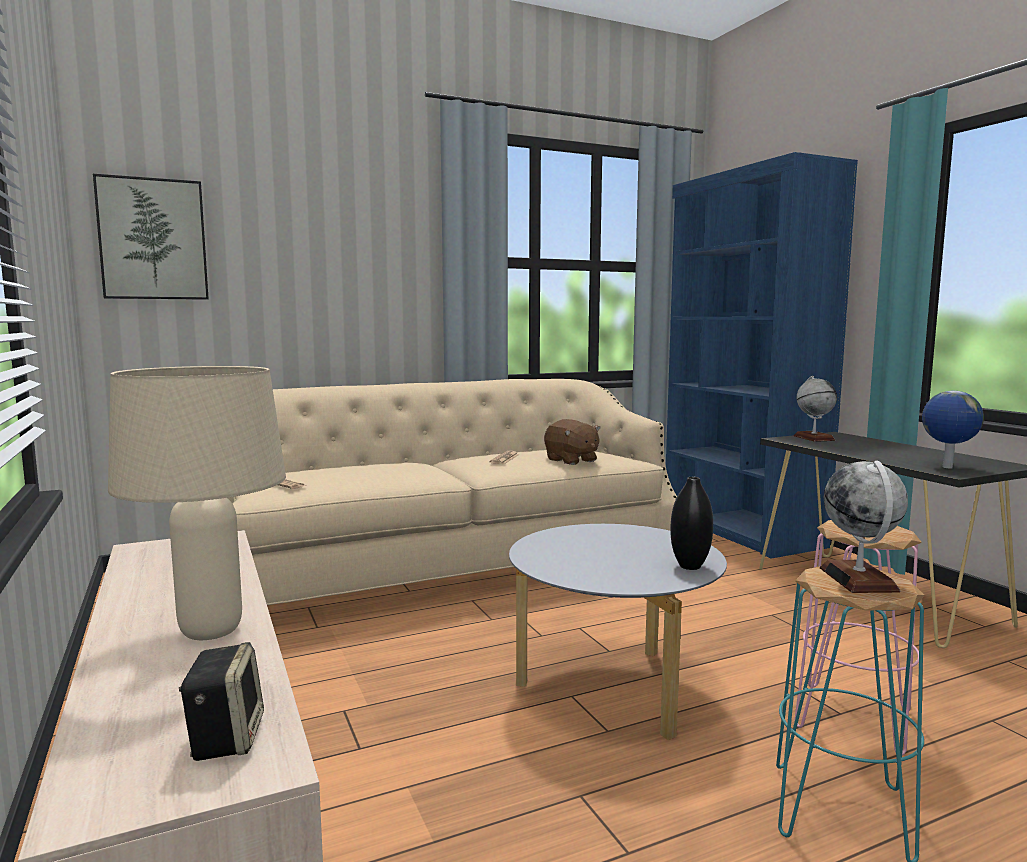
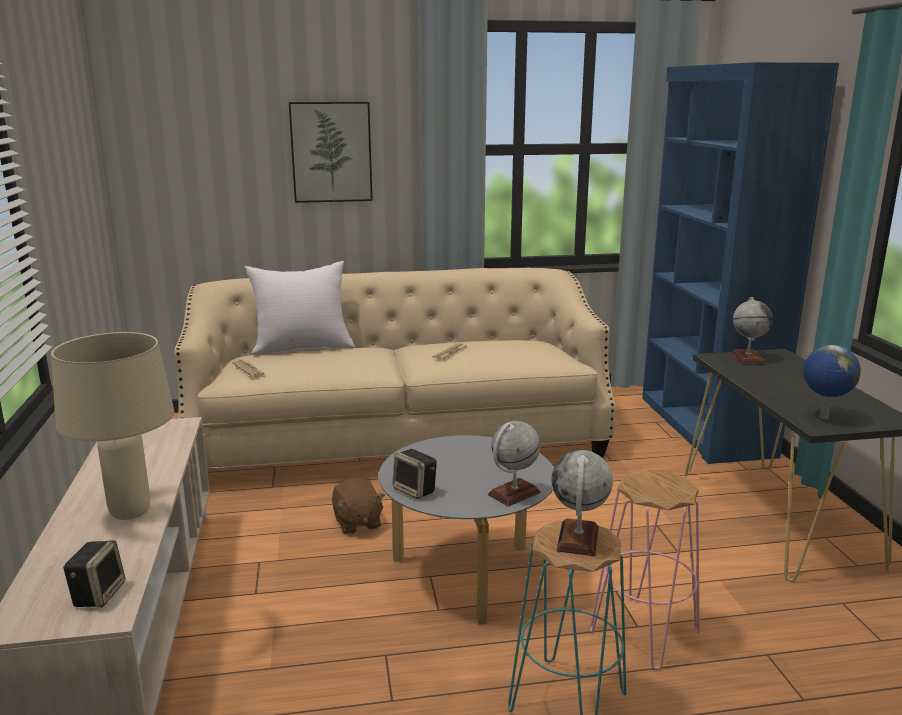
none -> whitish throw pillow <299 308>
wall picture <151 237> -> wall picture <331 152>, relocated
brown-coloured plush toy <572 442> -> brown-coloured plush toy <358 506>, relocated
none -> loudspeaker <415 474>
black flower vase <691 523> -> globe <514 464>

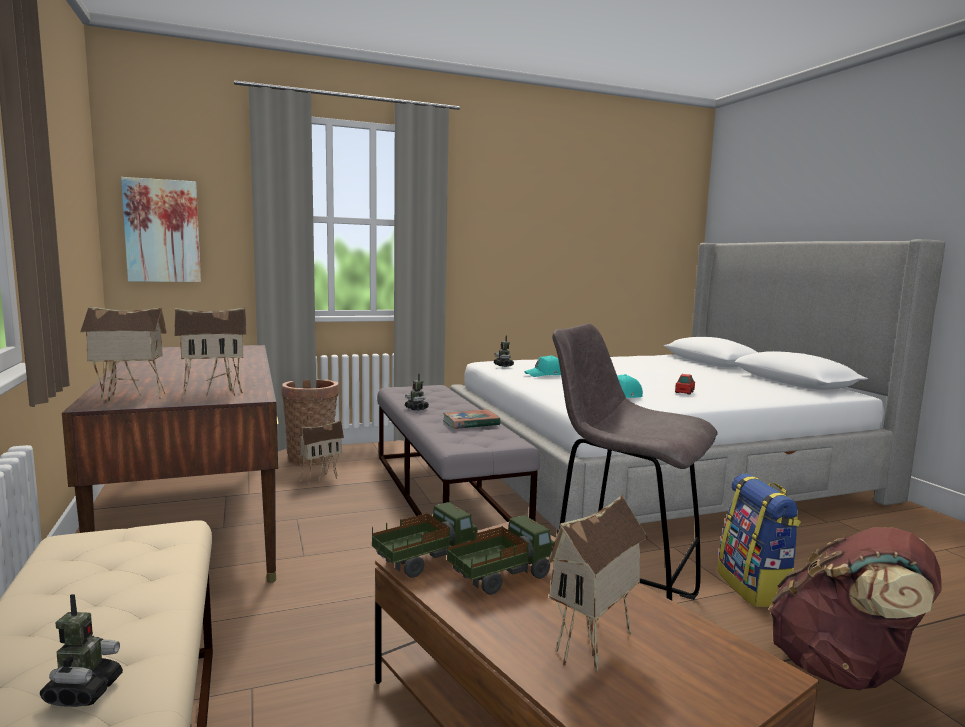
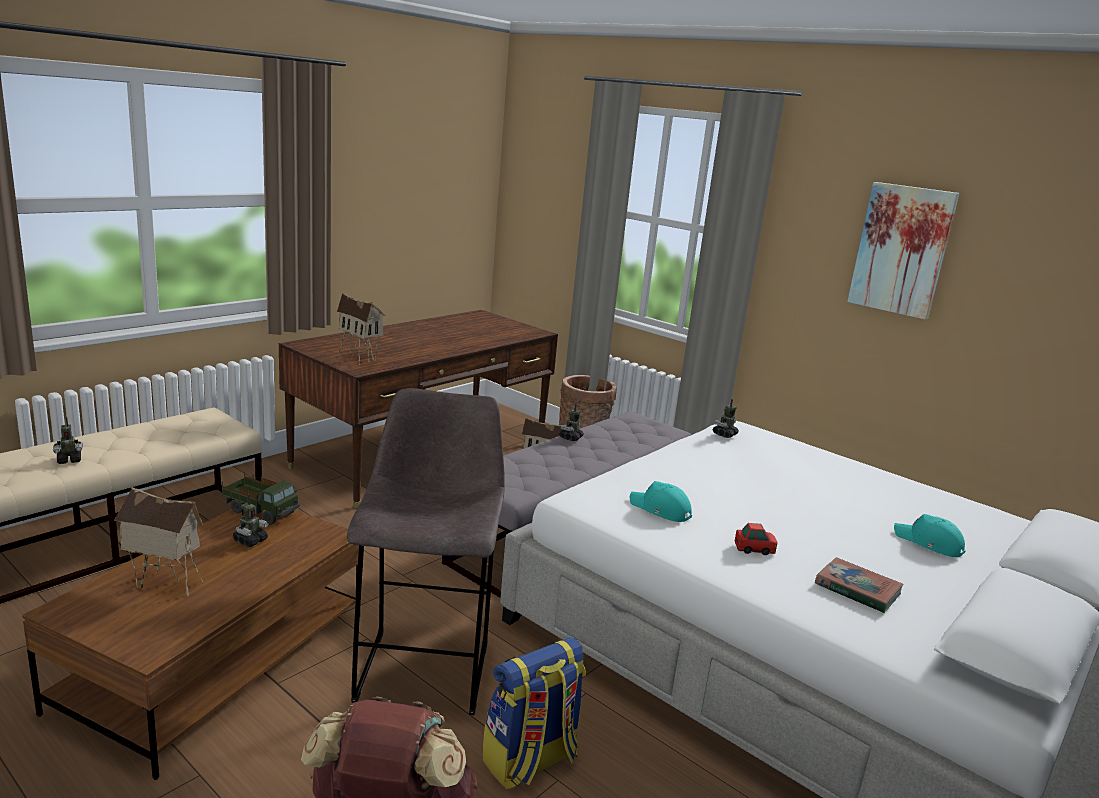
model truck <501 555> -> toy robot <250 521>
bound book <472 419> -> bound book <859 585>, relocated
wall picture <161 229> -> wall picture <903 251>, relocated
turquoise-coloured peaked cap <542 366> -> turquoise-coloured peaked cap <930 535>, relocated
miniature house <123 354> -> none

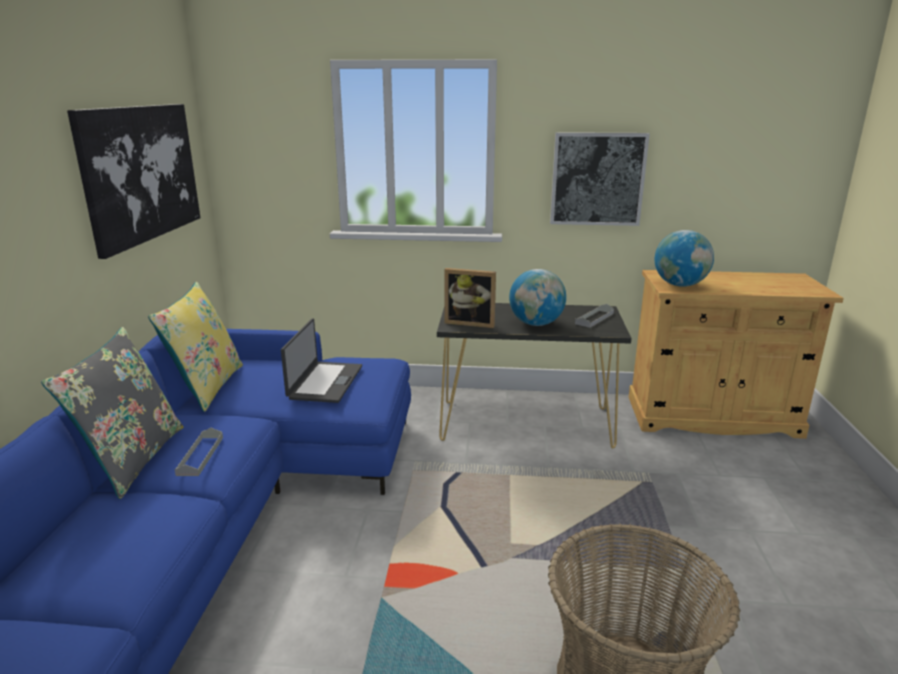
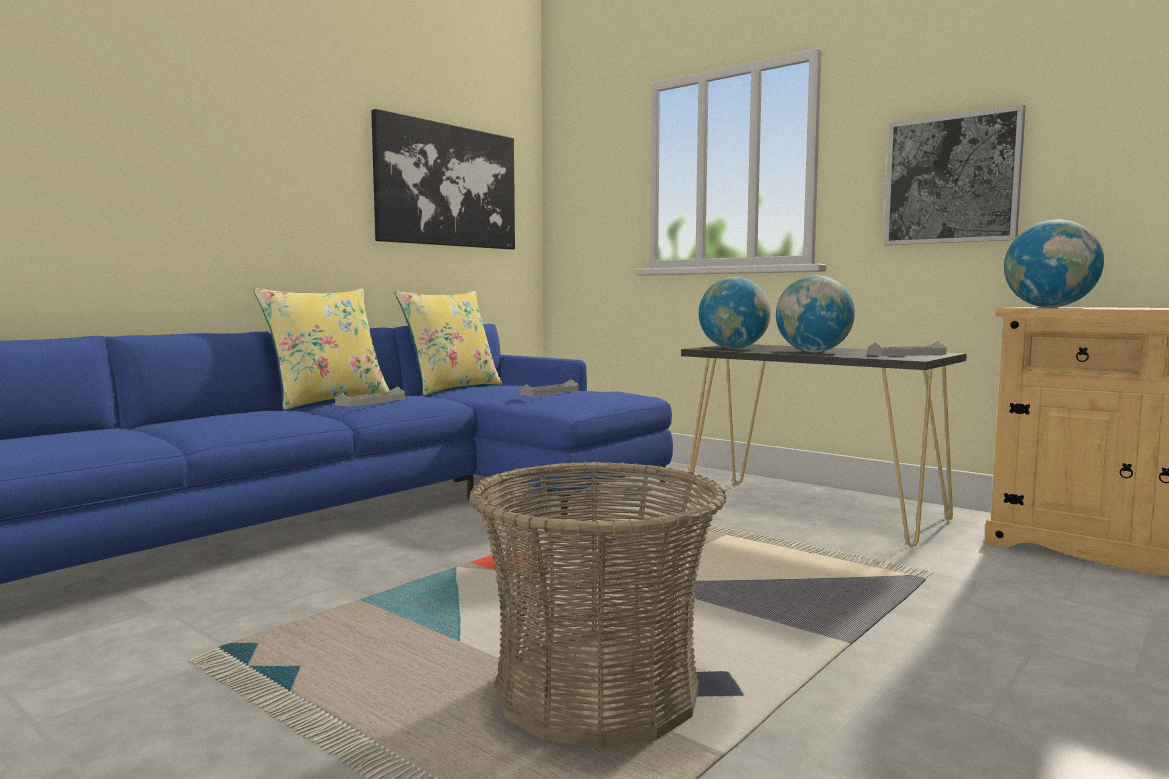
gray throw pillow <112 413> -> yellowish throw pillow <321 349>
portable computer <321 360> -> gray tray <548 387>
picture frame <470 298> -> globe <735 313>

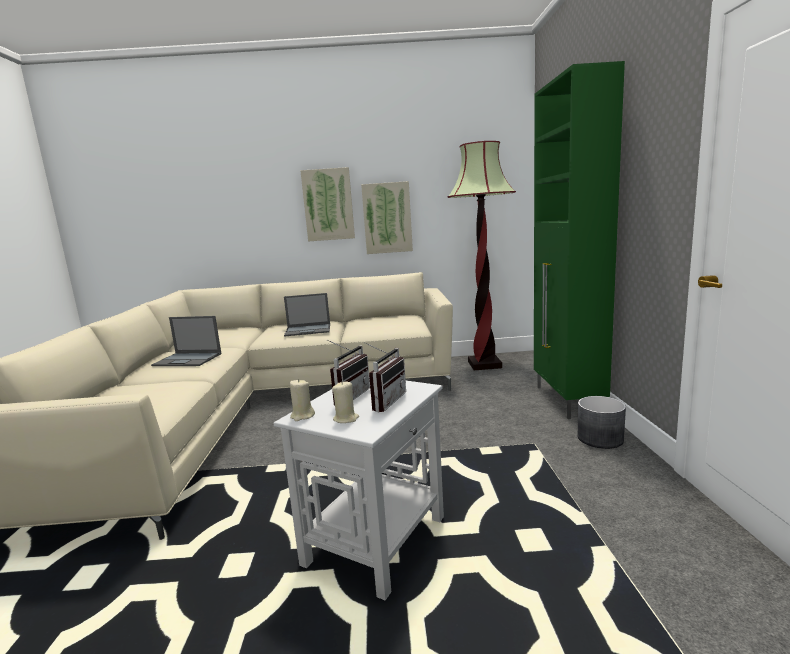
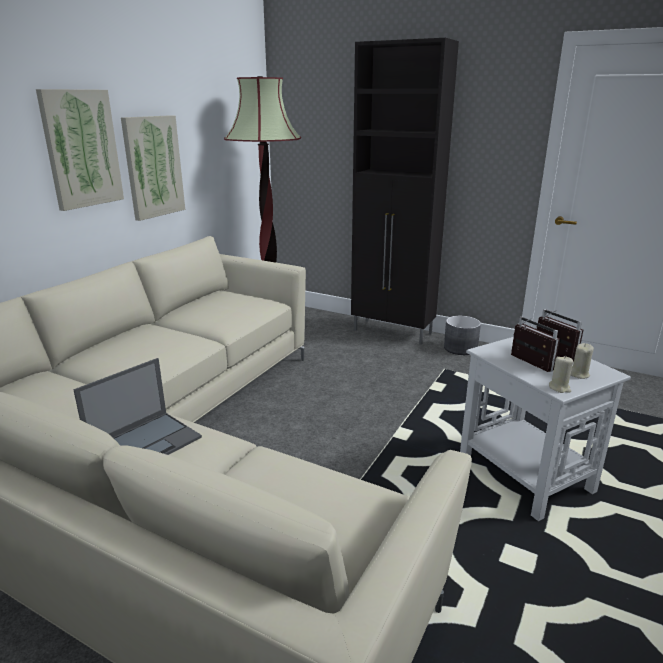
greenish storage cabinet <579 240> -> black storage cabinet <405 191>
portable computer <307 315> -> none

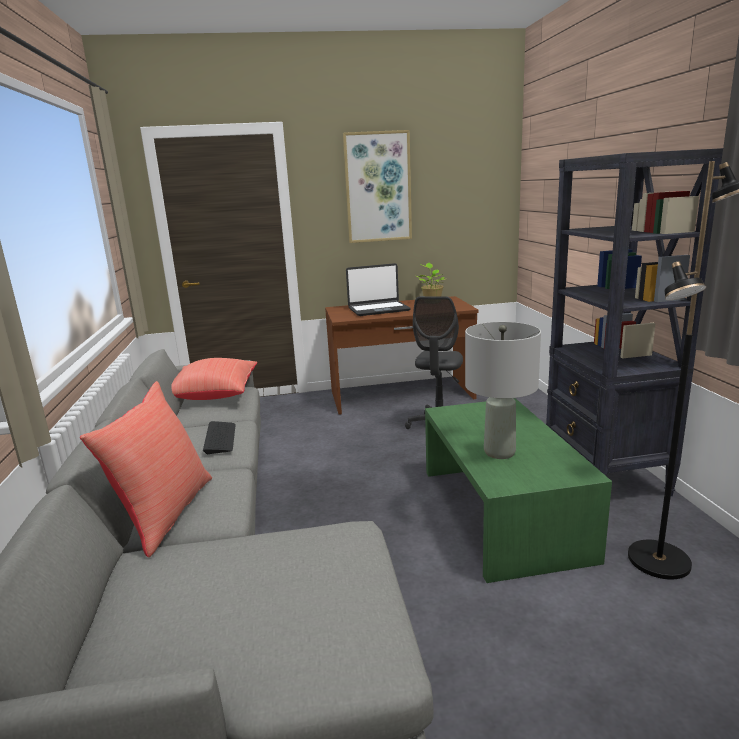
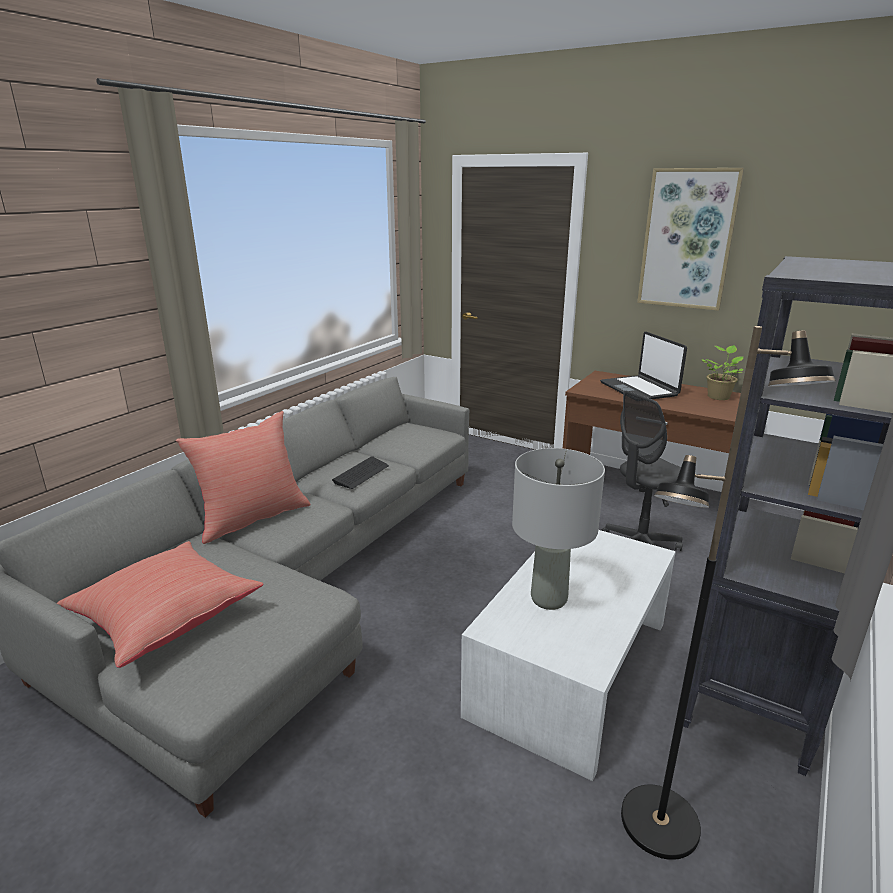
reddish throw pillow <214 379> -> reddish throw pillow <160 604>, relocated
greenish coffee table <518 490> -> whitish coffee table <568 655>
portable computer <378 289> -> portable computer <643 365>, 45 degrees clockwise

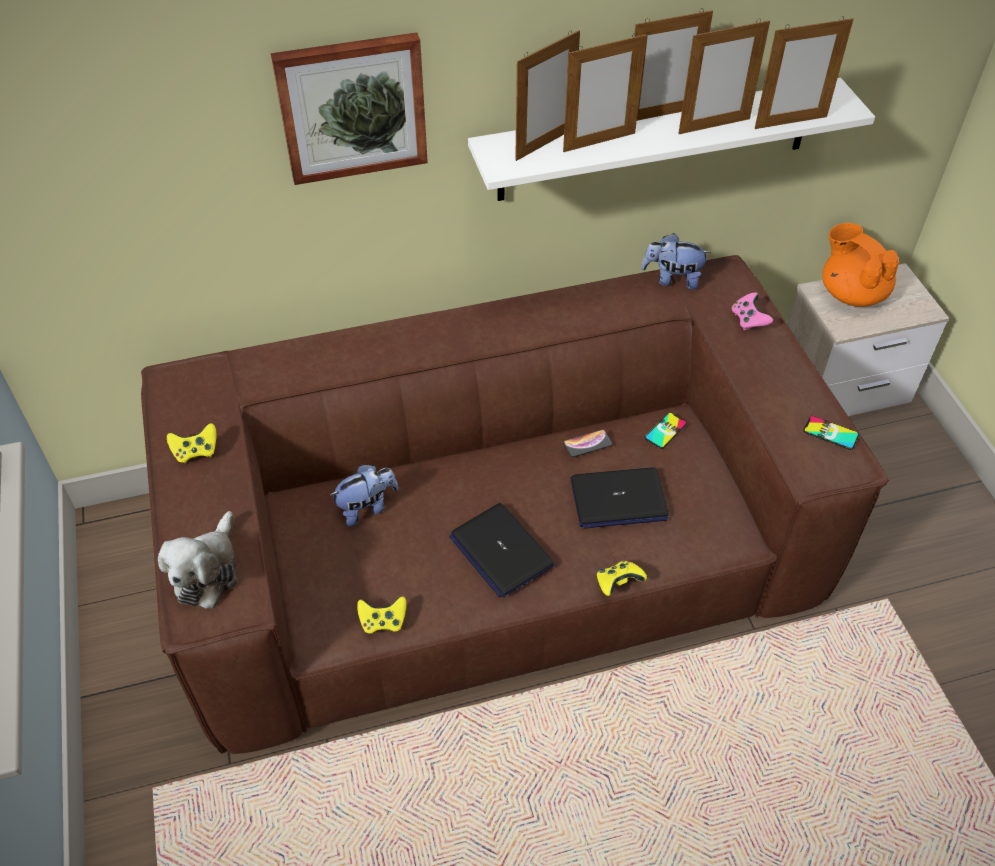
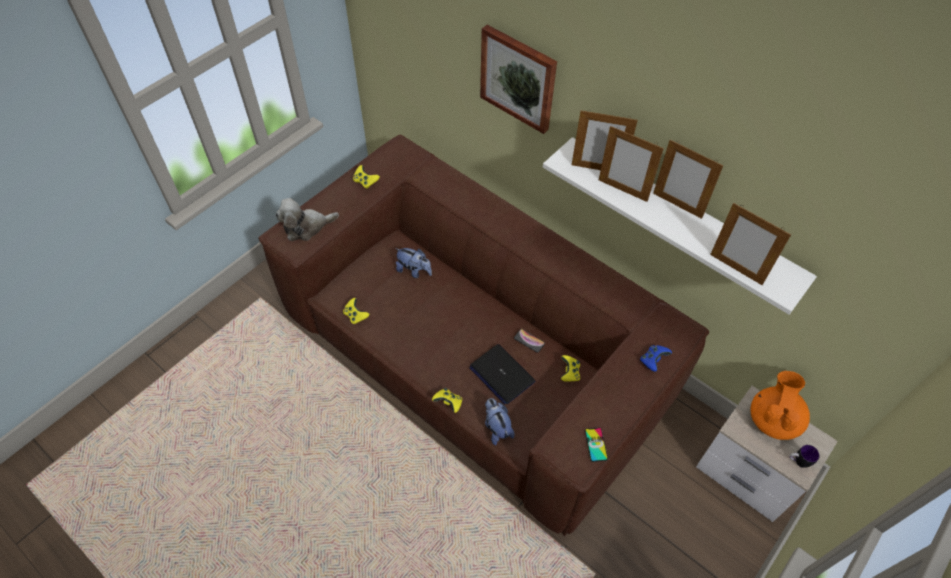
plush toy <676 261> -> plush toy <500 422>, relocated
phone <665 430> -> yellowish joypad <570 368>
pink joypad <752 311> -> blue joypad <656 358>
none -> coffee mug <804 456>
portable computer <501 550> -> none
picture frame <724 76> -> none

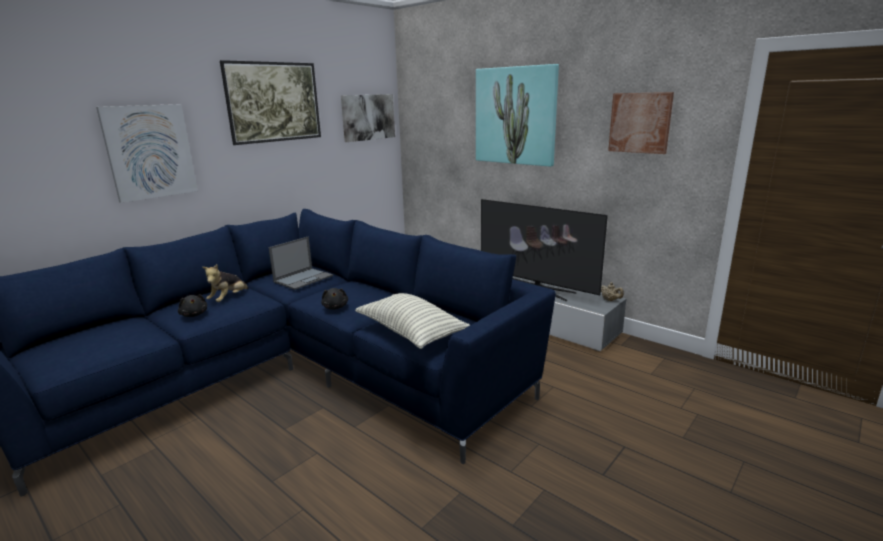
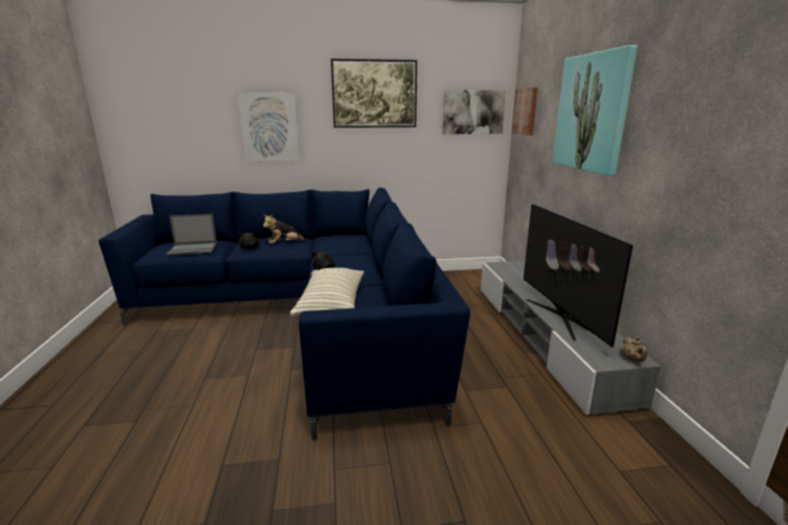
portable computer <300 263> -> portable computer <191 234>, relocated
wall picture <641 123> -> wall picture <525 111>, relocated

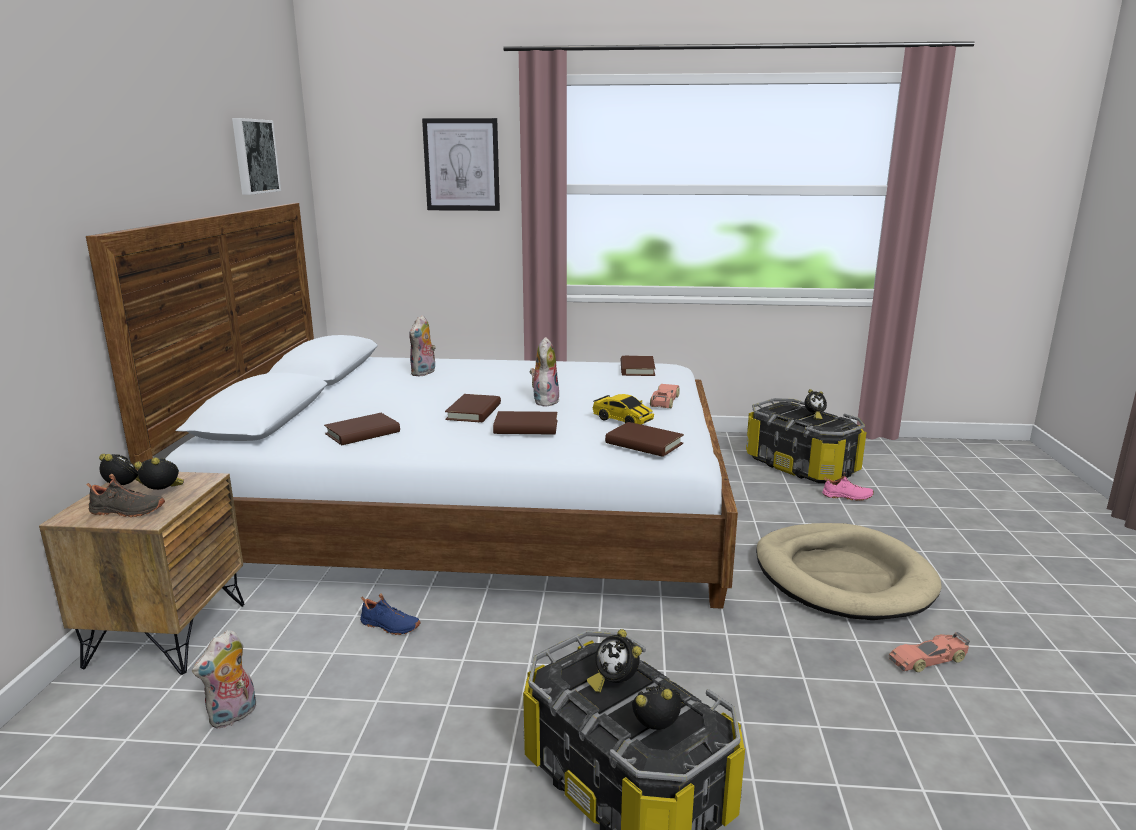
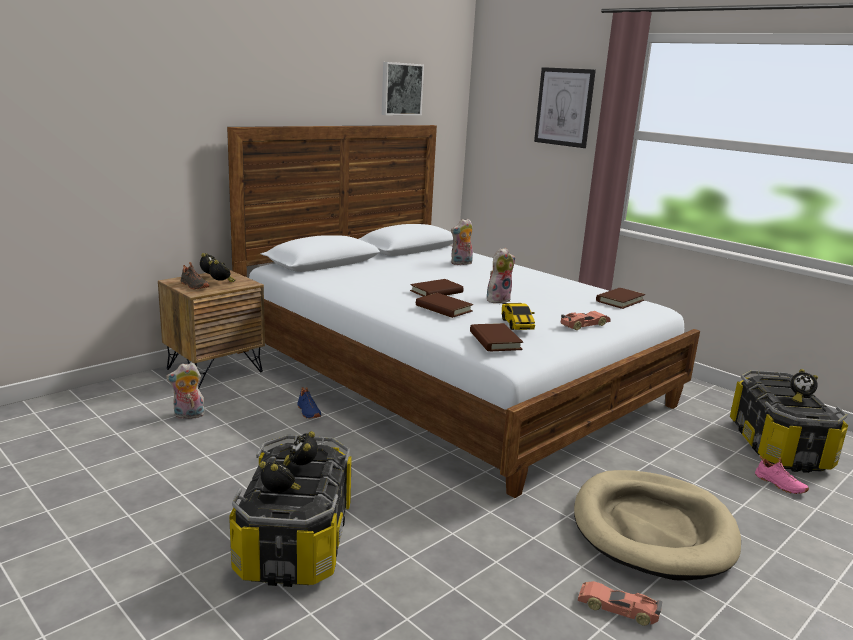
brown-coloured bound book <362 429> -> none

